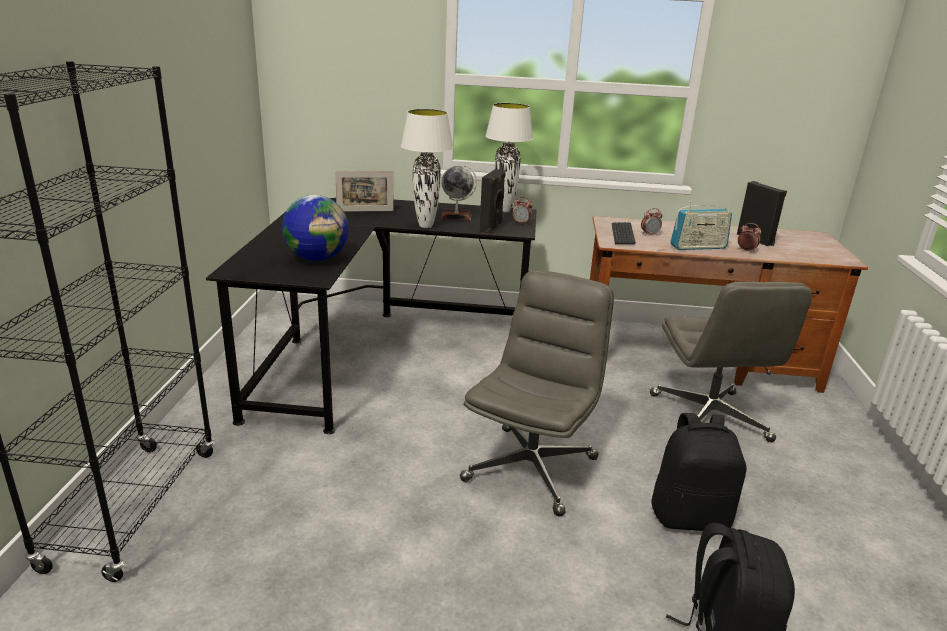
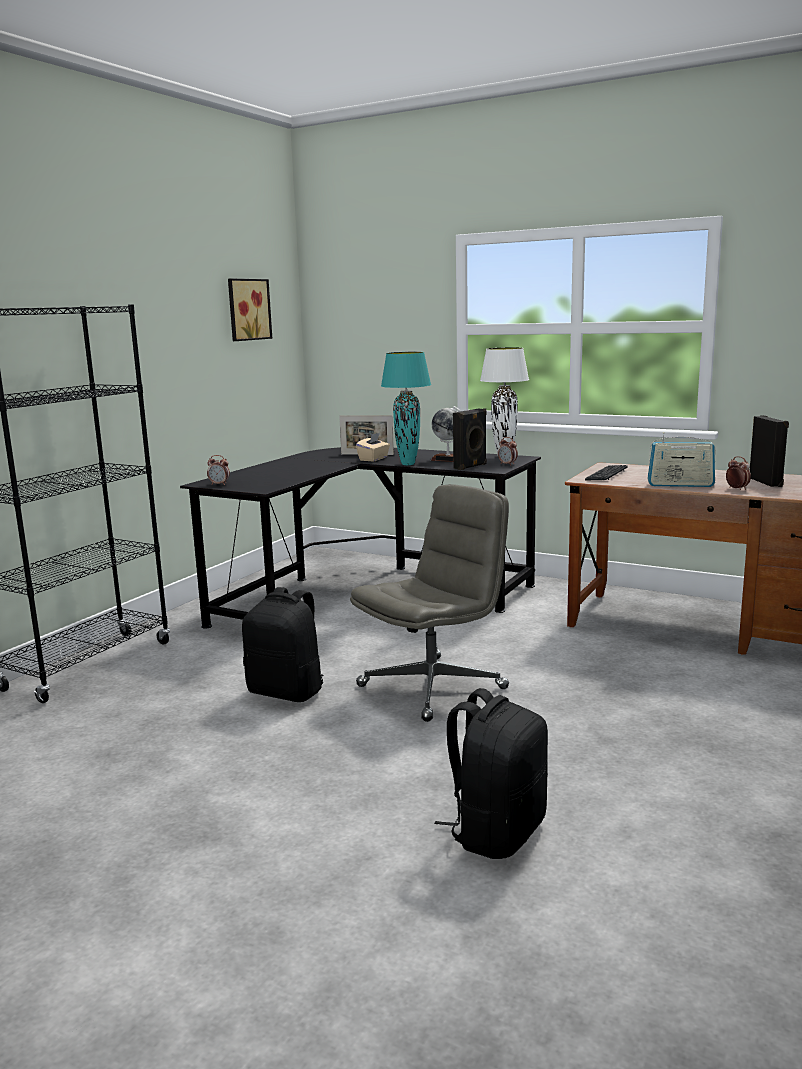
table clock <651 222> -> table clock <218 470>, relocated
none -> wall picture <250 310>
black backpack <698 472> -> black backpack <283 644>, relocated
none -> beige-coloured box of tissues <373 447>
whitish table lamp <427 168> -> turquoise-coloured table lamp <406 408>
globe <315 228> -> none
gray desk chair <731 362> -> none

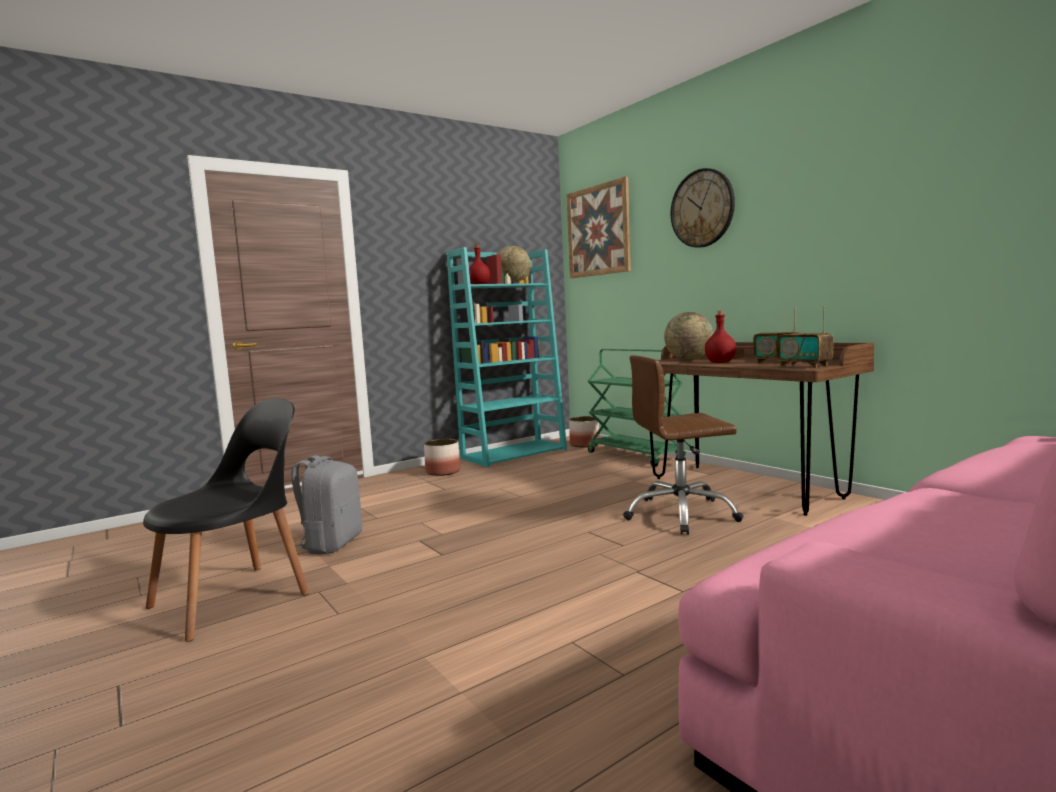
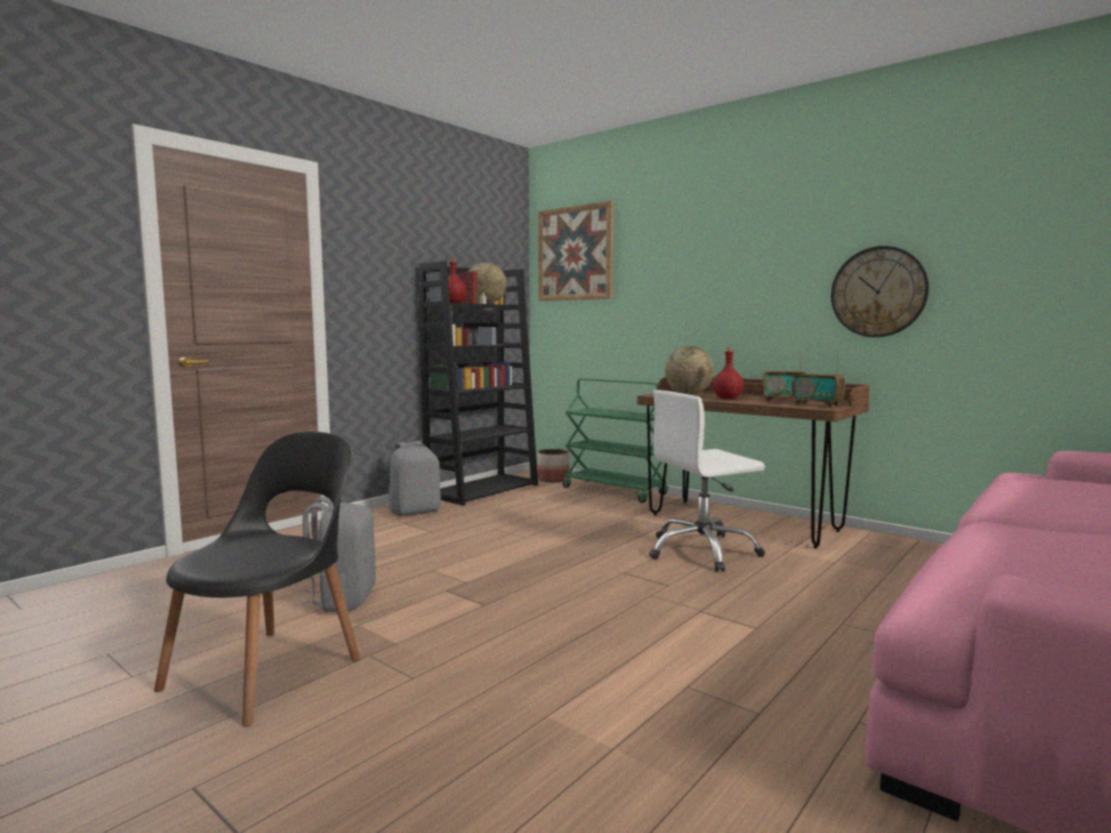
planter <442 457> -> gray backpack <415 478>
turquoise-coloured bookcase <506 357> -> black bookcase <478 383>
brown-coloured desk chair <683 445> -> whitish desk chair <707 481>
hanging clock <703 208> -> hanging clock <880 291>, relocated

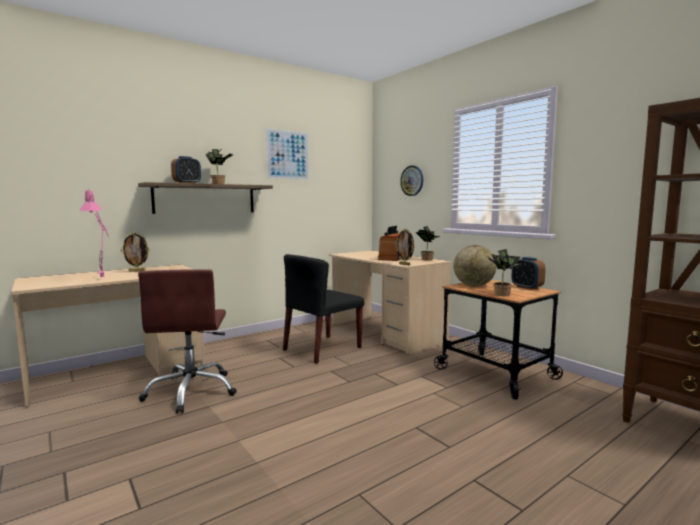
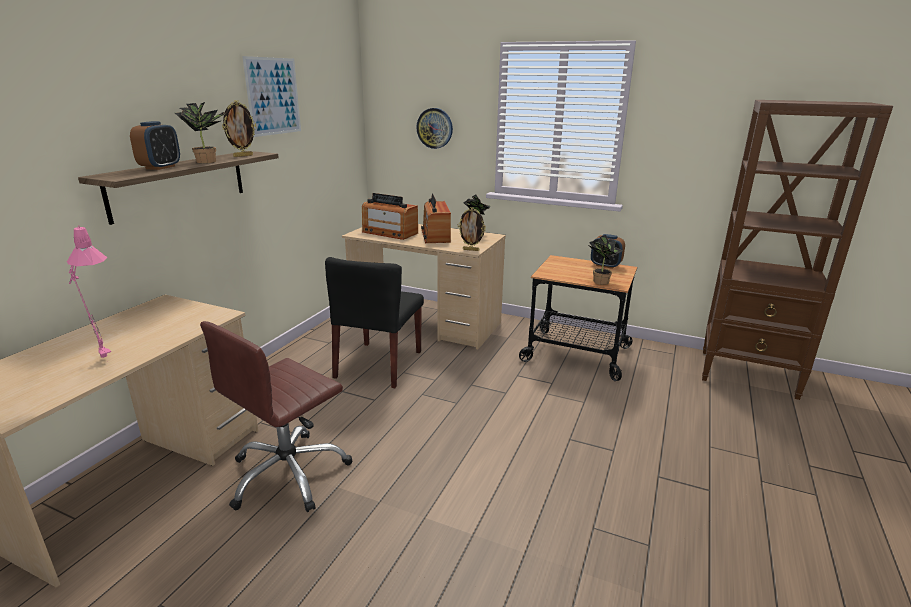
brown-coloured desk chair <187 341> -> brown-coloured desk chair <276 416>, 75 degrees clockwise
picture frame <135 252> -> picture frame <239 128>, relocated
none -> radio receiver <390 216>
globe <475 266> -> none

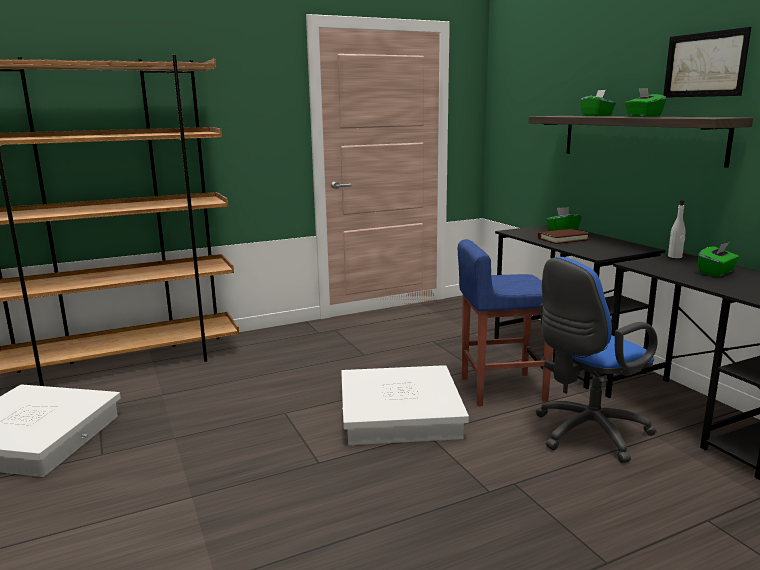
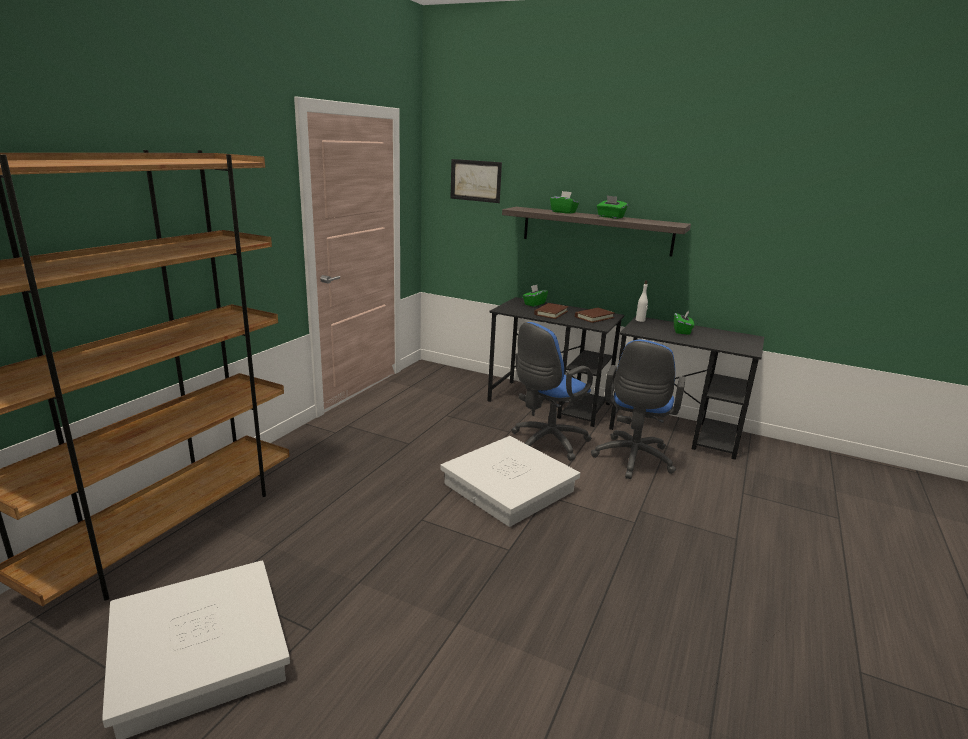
wall picture <707 62> -> wall picture <476 181>, relocated
blue stool seat <505 322> -> blue desk chair <552 391>
none -> brown-coloured bound book <595 315>

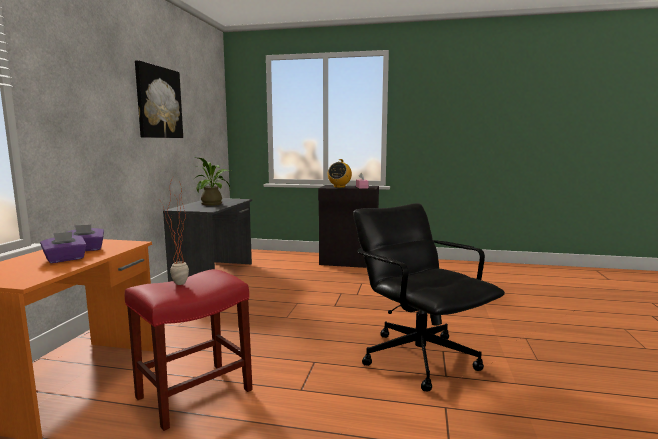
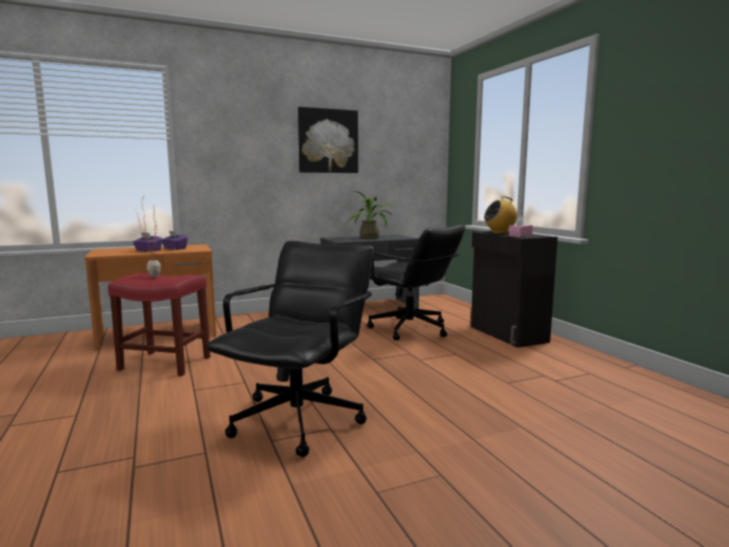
none -> black desk chair <416 282>

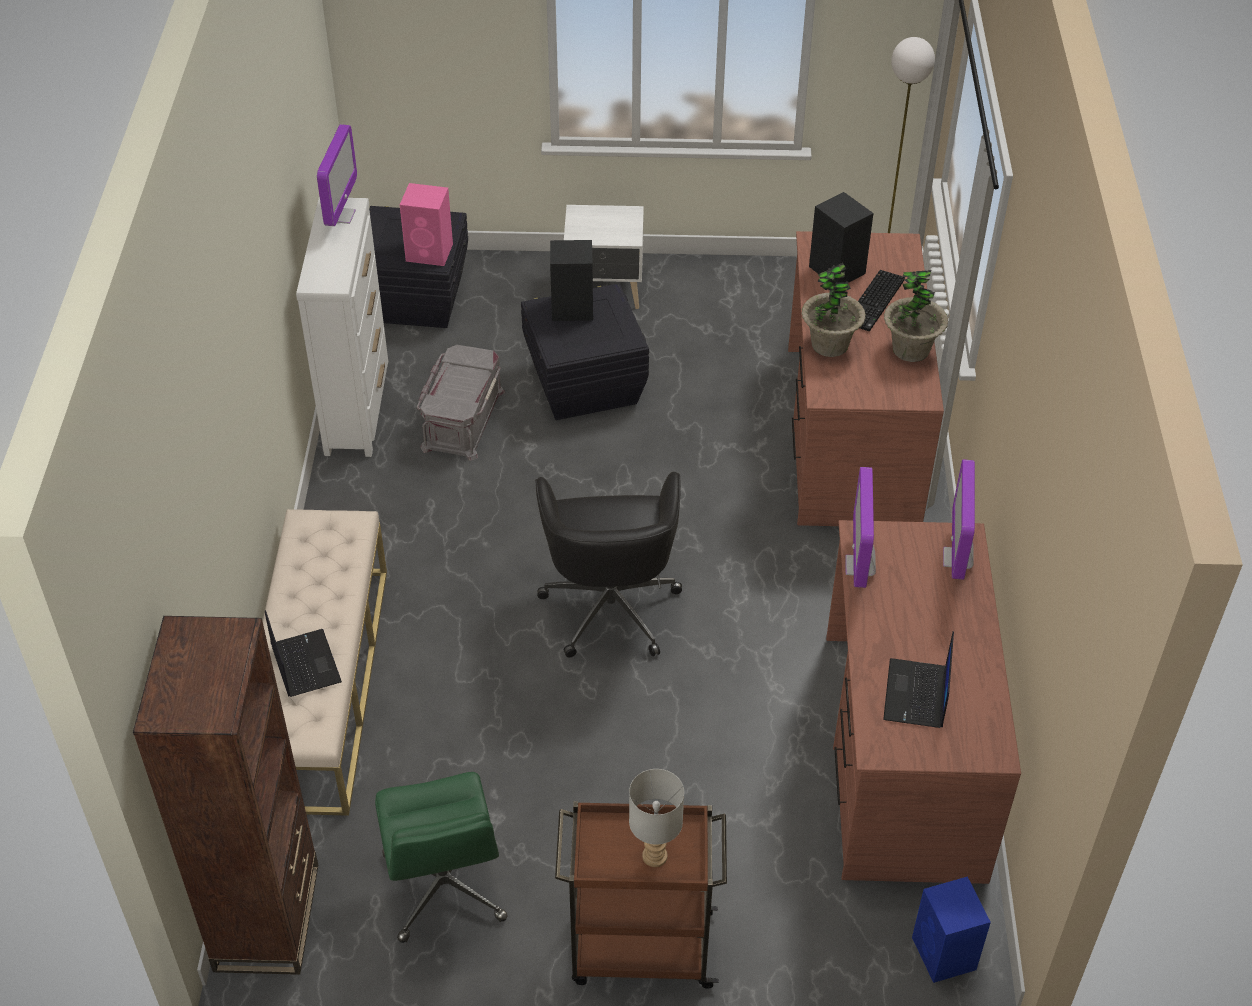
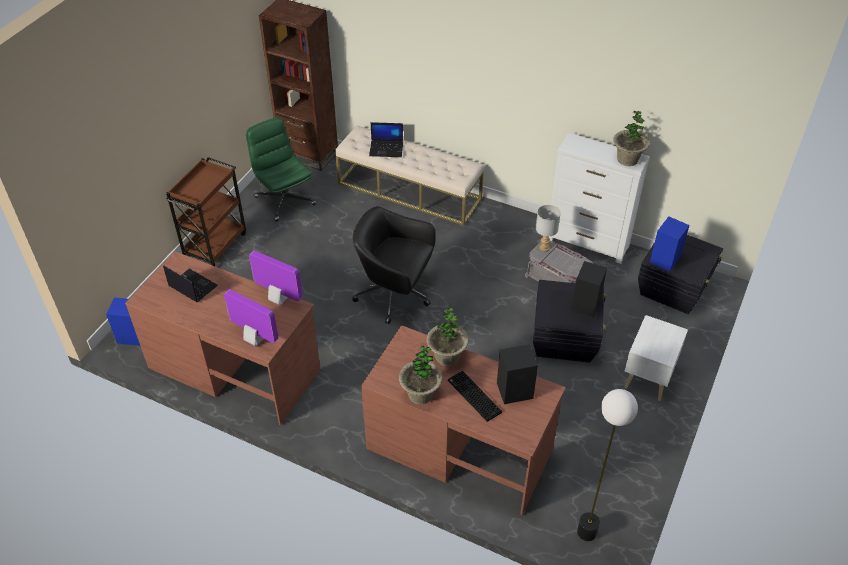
greenish desk chair <441 857> -> greenish desk chair <281 169>, 45 degrees clockwise
gray table lamp <656 818> -> gray table lamp <548 228>, relocated
computer screen <337 175> -> potted plant <631 138>
pink loudspeaker <426 224> -> blue loudspeaker <670 244>

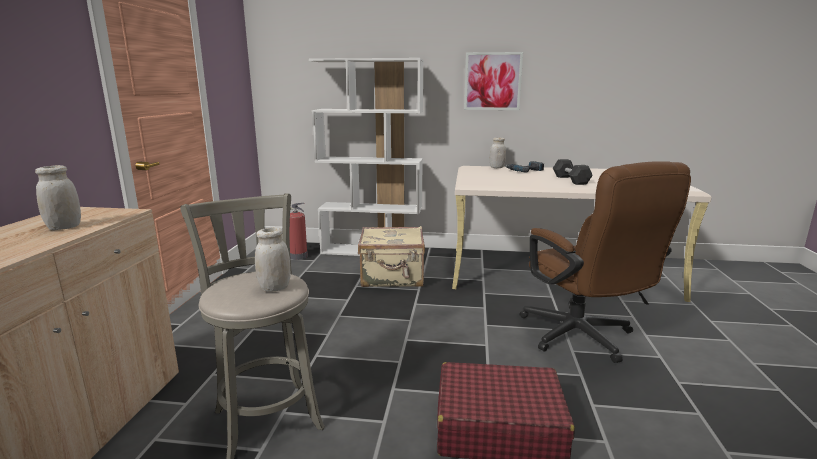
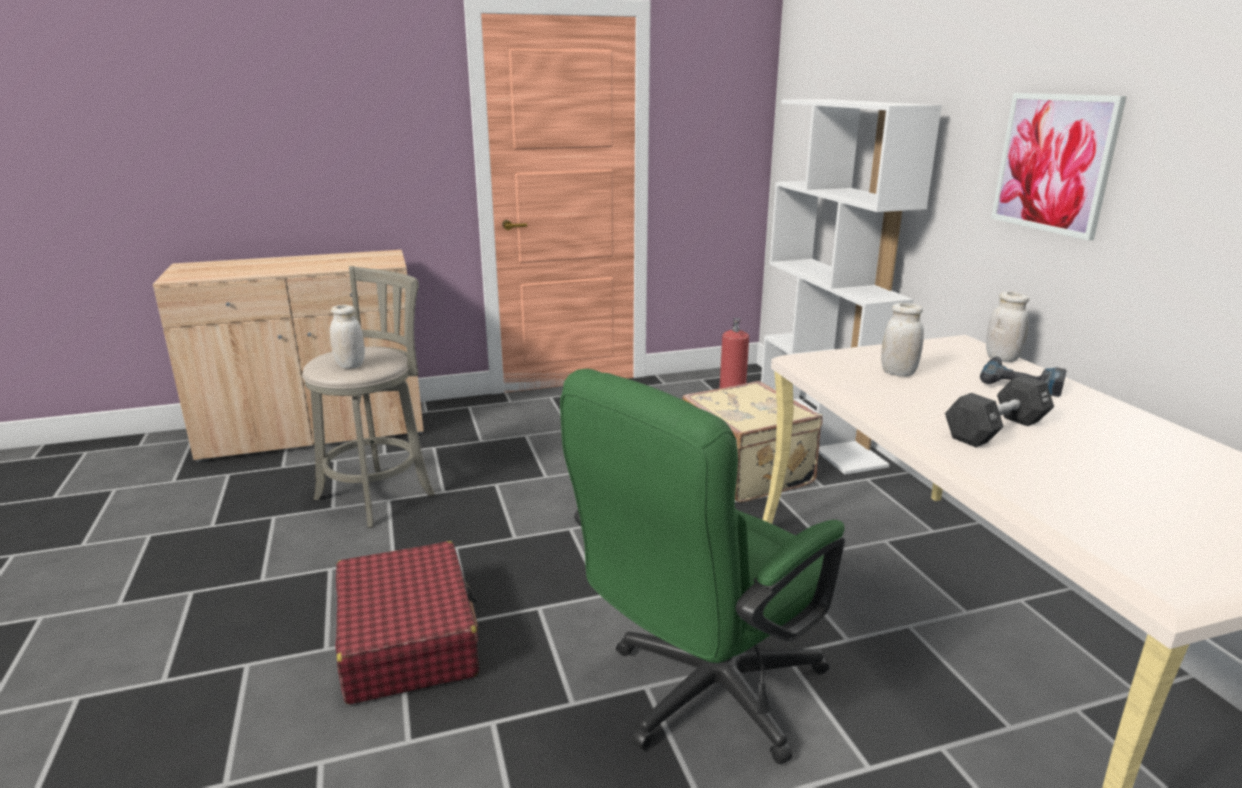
brown-coloured desk chair <605 262> -> greenish desk chair <702 567>
whitish preserve jar <58 197> -> whitish preserve jar <902 339>, relocated

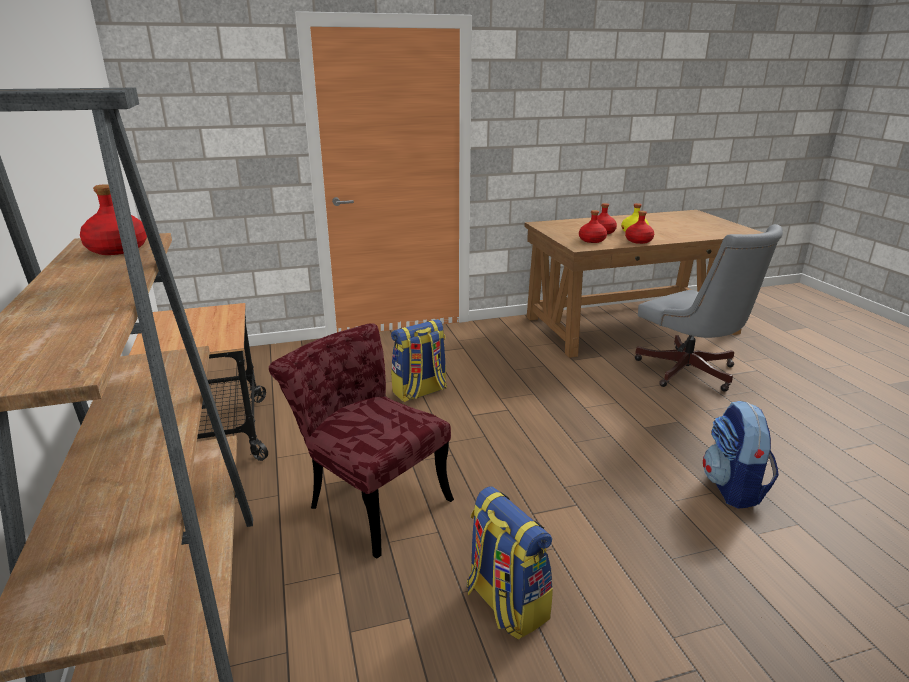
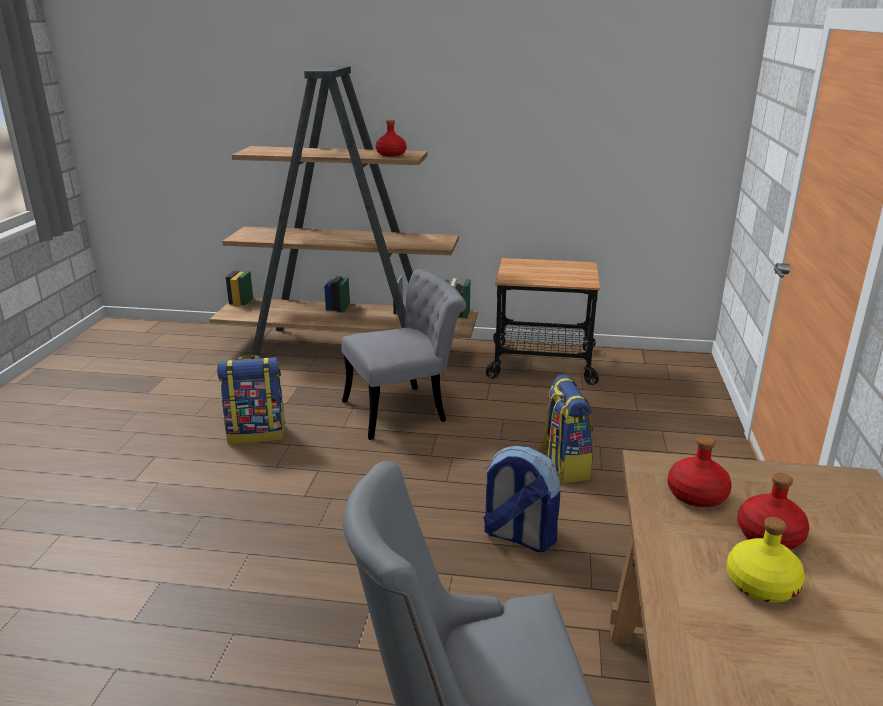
reddish upright chair <361 441> -> gray upright chair <404 354>
backpack <741 455> -> backpack <521 499>, relocated
reddish bottle <639 227> -> none

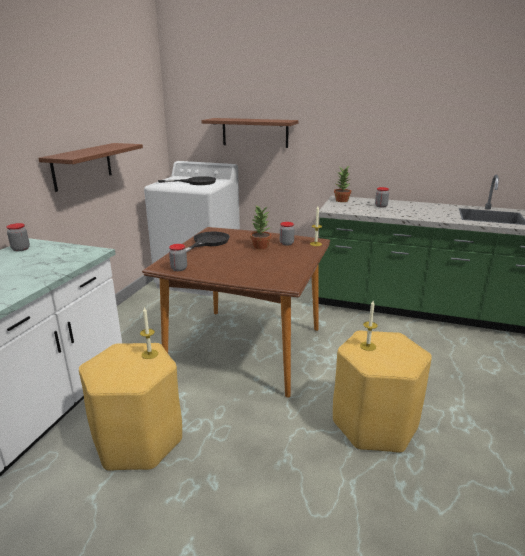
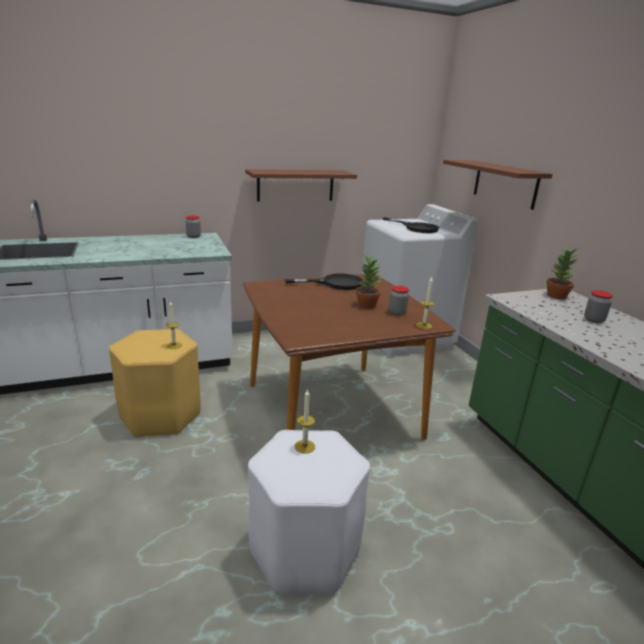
yellowish stool seat <382 392> -> whitish stool seat <309 512>
preserve jar <178 257> -> none

